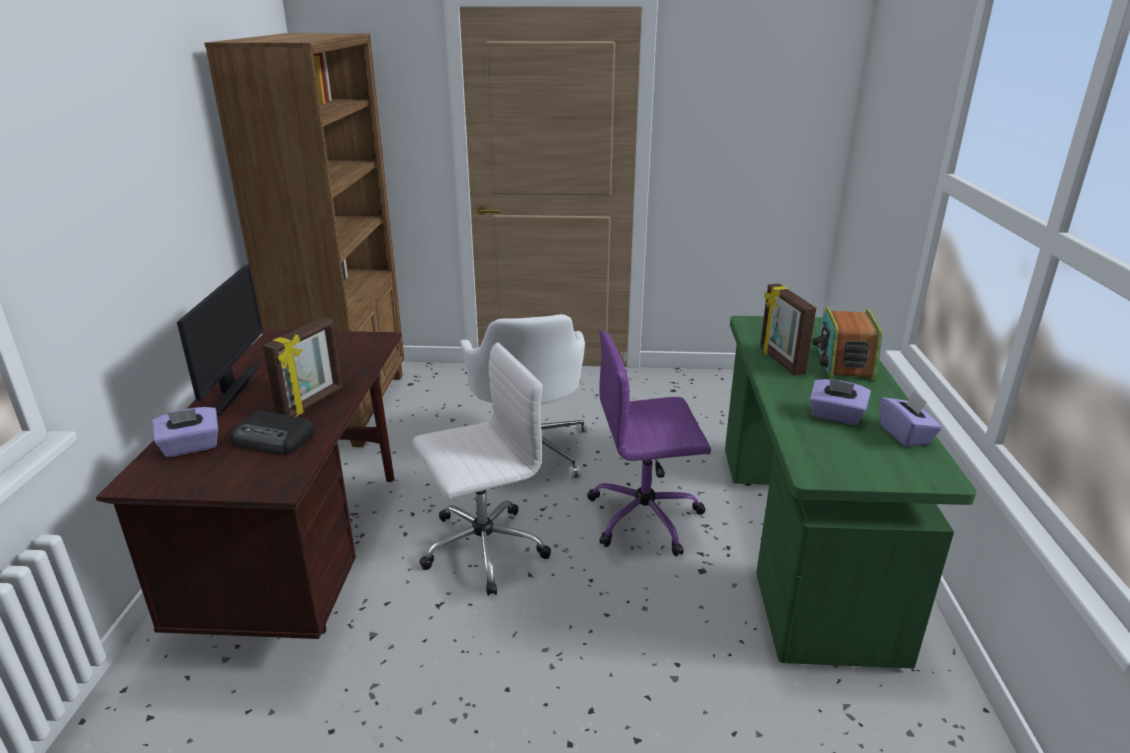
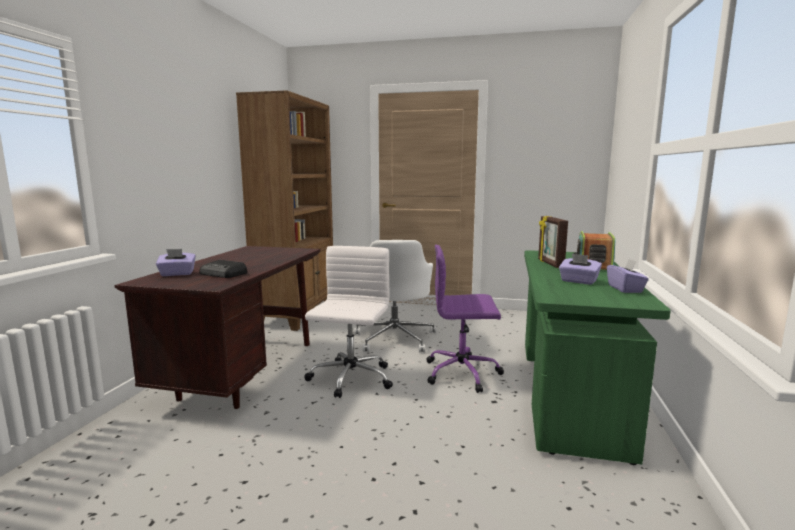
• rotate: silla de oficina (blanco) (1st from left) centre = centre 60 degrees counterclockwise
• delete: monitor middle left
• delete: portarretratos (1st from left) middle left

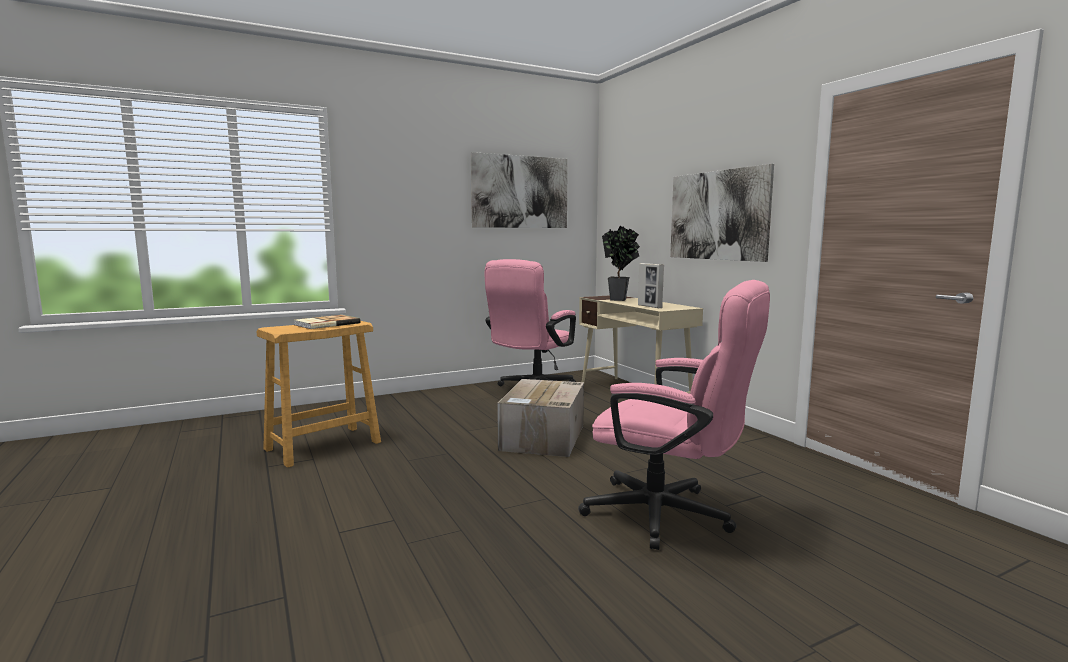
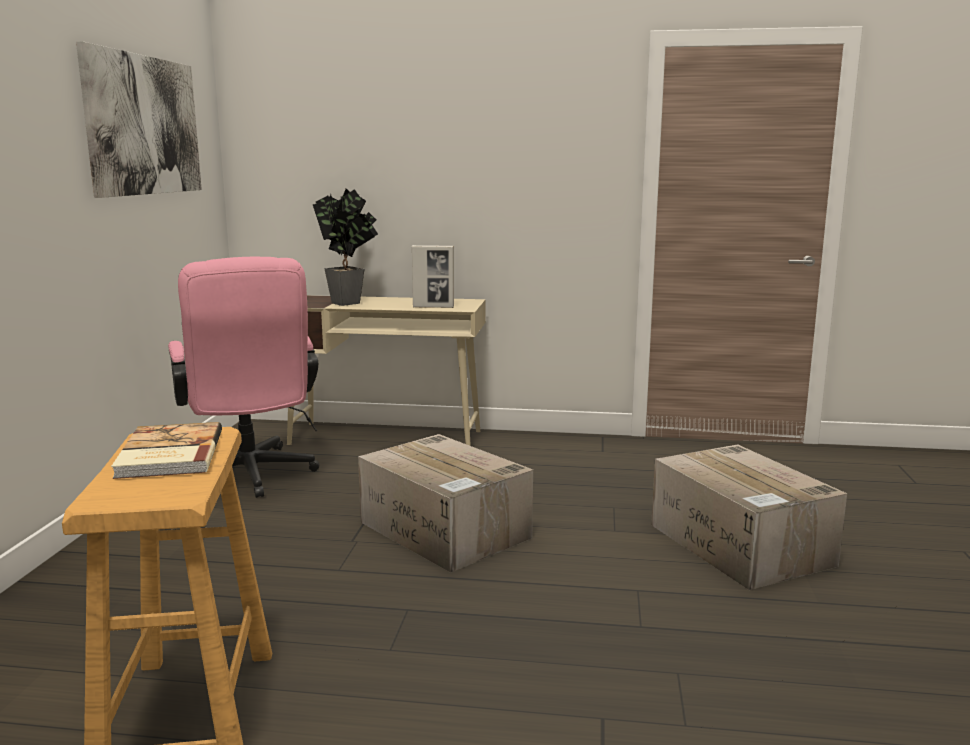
• replace: silla de oficina (rosa) (2nd from left) centre to caja de cartón (2nd from left) bottom right
• delete: cuadro (2nd from left) top right

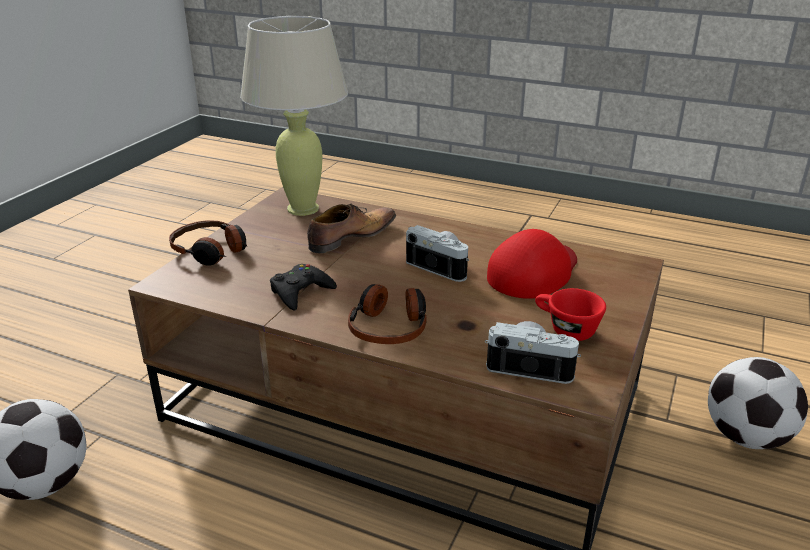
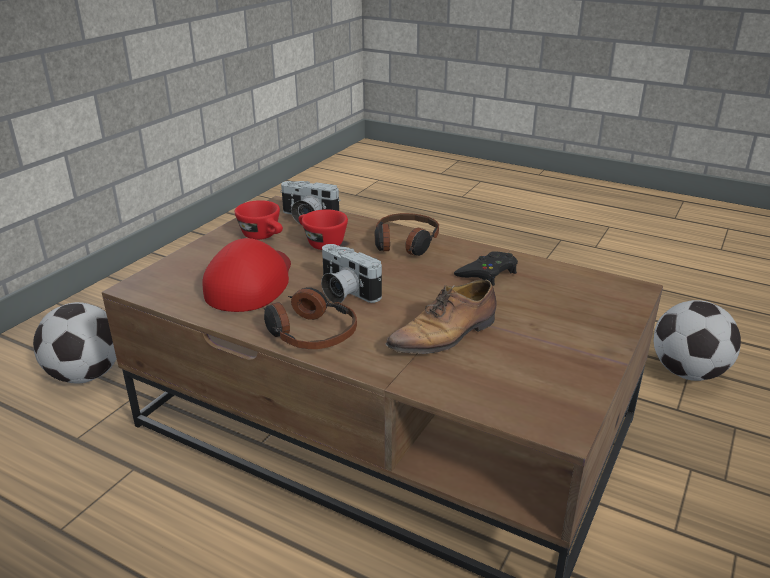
• rotate: gorra (rojo) centre = middle left 150 degrees clockwise
• move: auriculares (1st from left) middle left to centre
• insert: taza (rojo) (2nd from left) centre
• delete: lámpara de mesa (beis) top centre

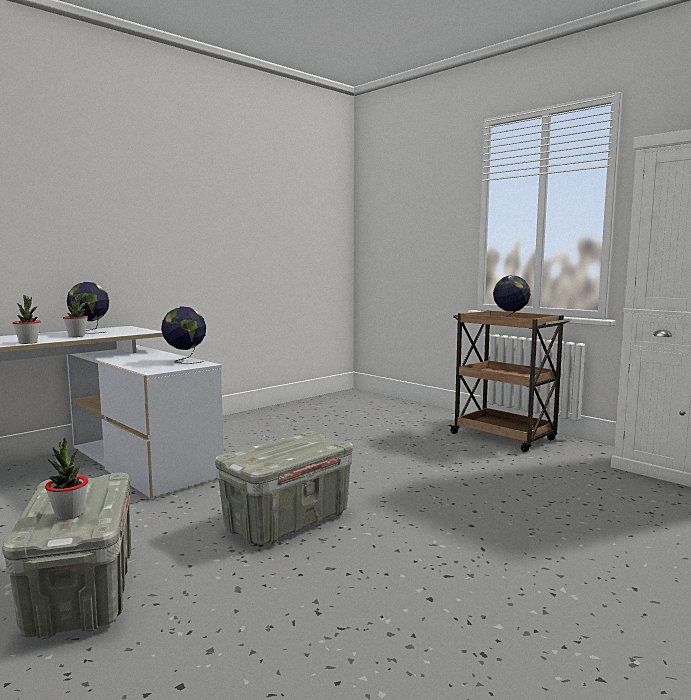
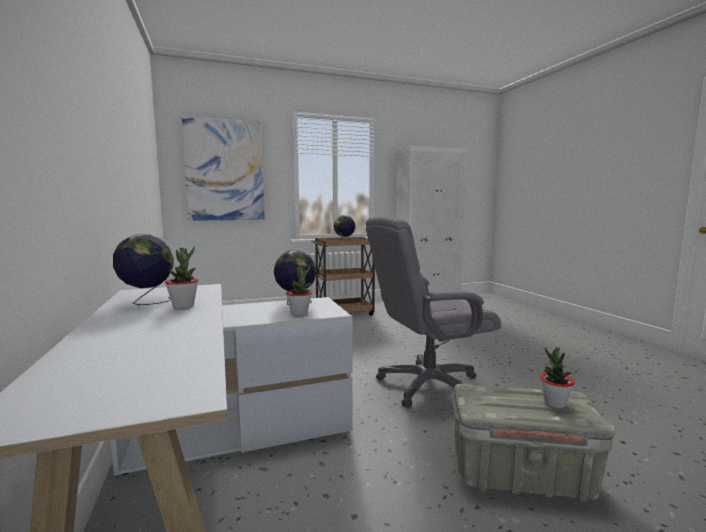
• insert: cuadro top left
• move: planta en maceta (1st from left in the first image) middle left to planta en maceta (2nd from left) centre
• replace: caja de almacenaje (gris) (2nd from left) bottom centre to silla de oficina (gris) centre

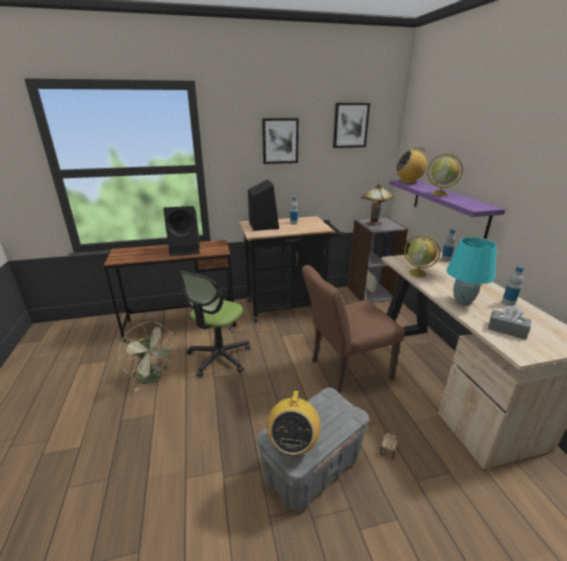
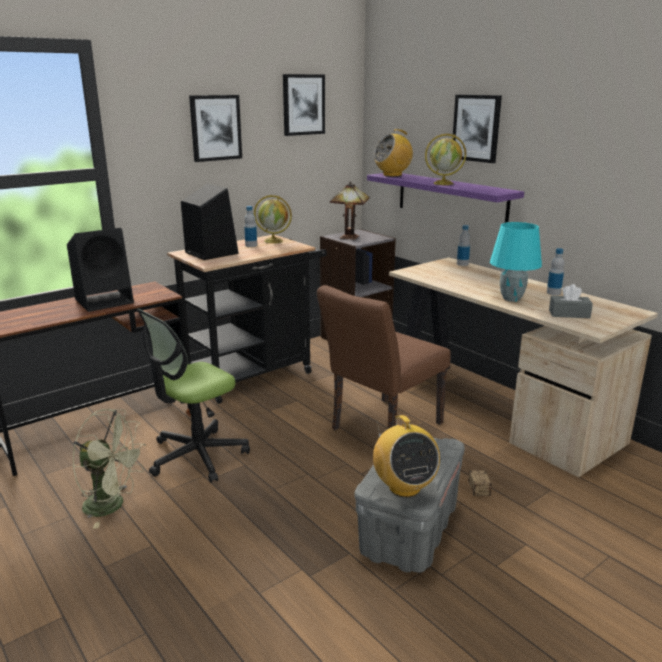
• rotate: silla de oficina centre = middle left 45 degrees clockwise
• move: globo terráqueo (1st from left) middle right to top centre
• insert: cuadro (3rd from left) top right

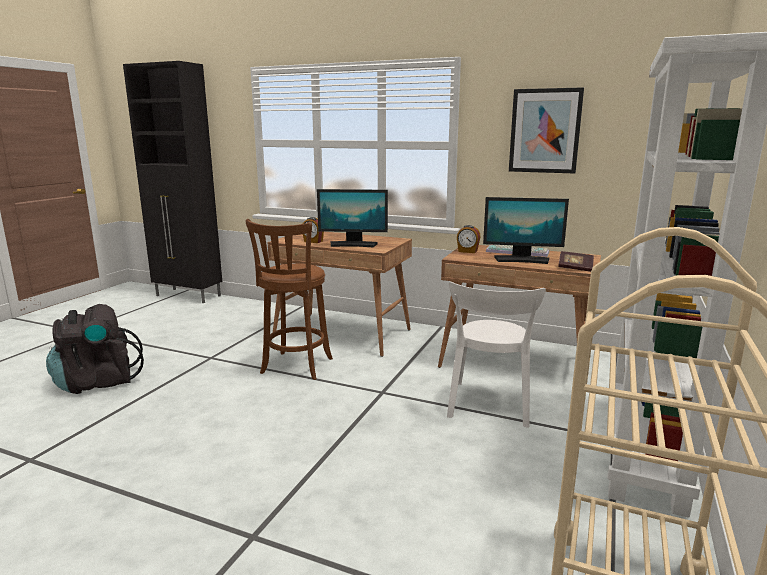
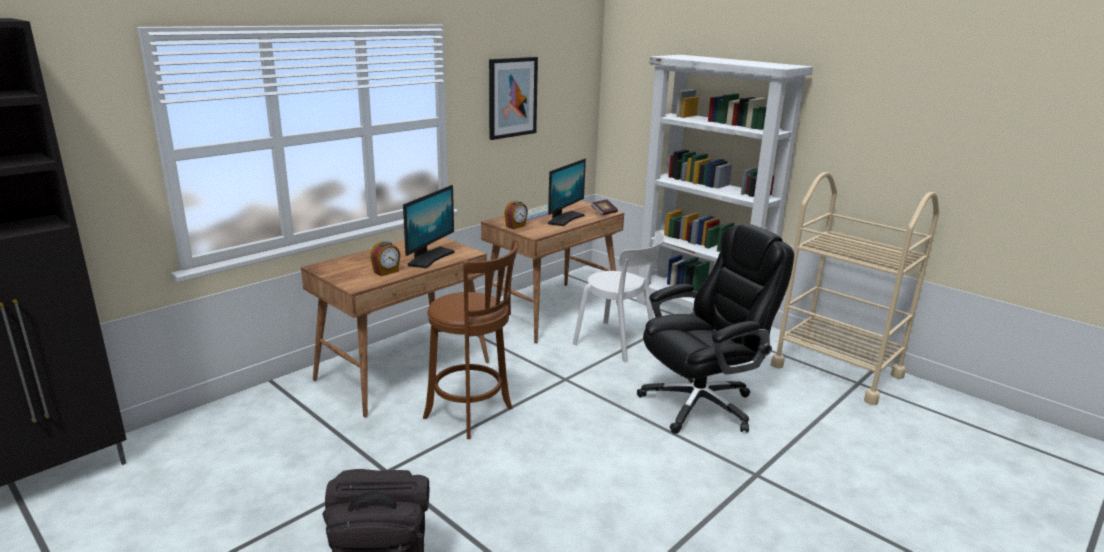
• insert: silla de oficina (negro) centre

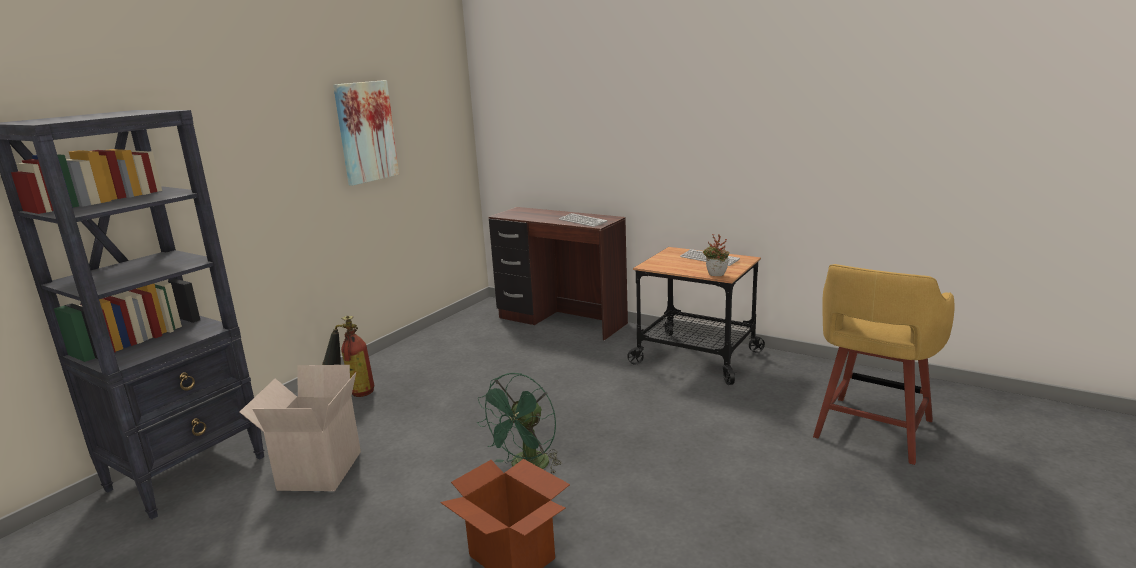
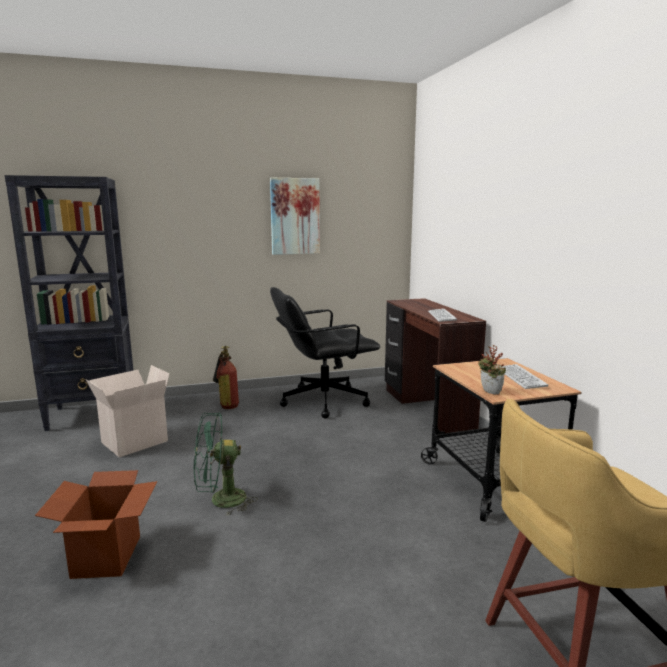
• insert: silla de oficina (negro) centre

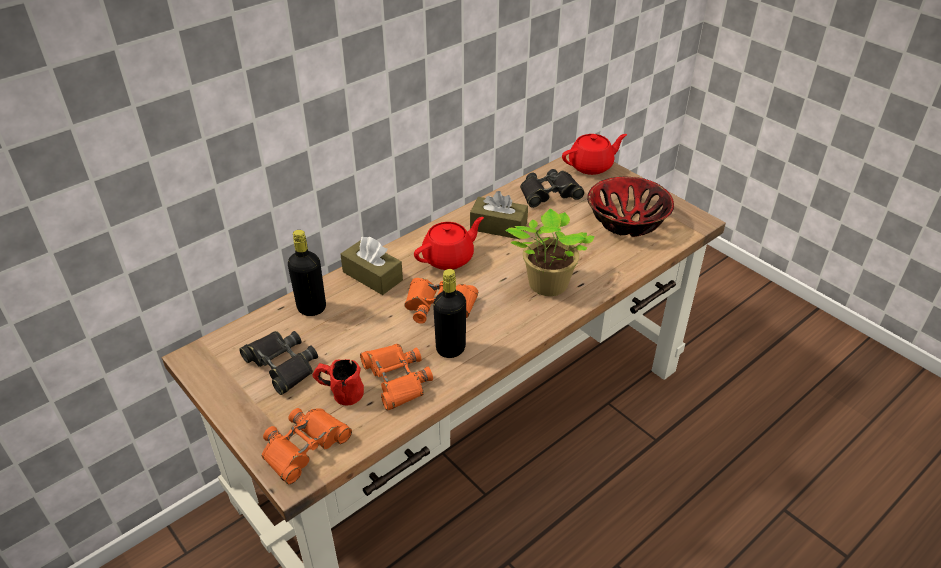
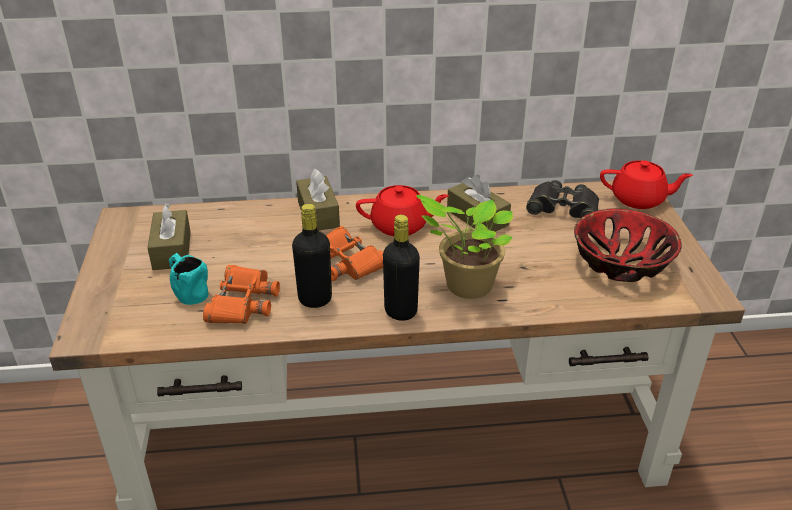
• replace: prismáticos (negro) (1st from left) middle left to caja de pañuelos (marrón) (1st from left) middle left
• recolor: taza grande (rojo) bottom centre to taza grande (turquesa) middle left
• move: botella (negro) (1st from left in the first image) middle left to botella (negro) (2nd from left) centre
• delete: prismáticos (naranja) (1st from left) bottom left

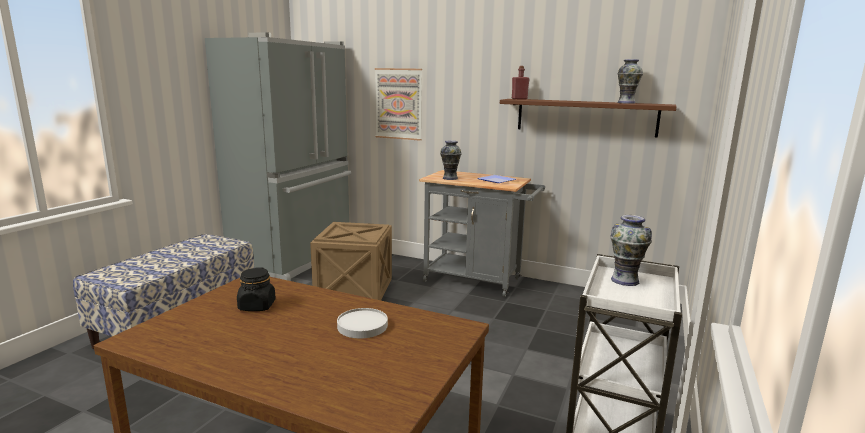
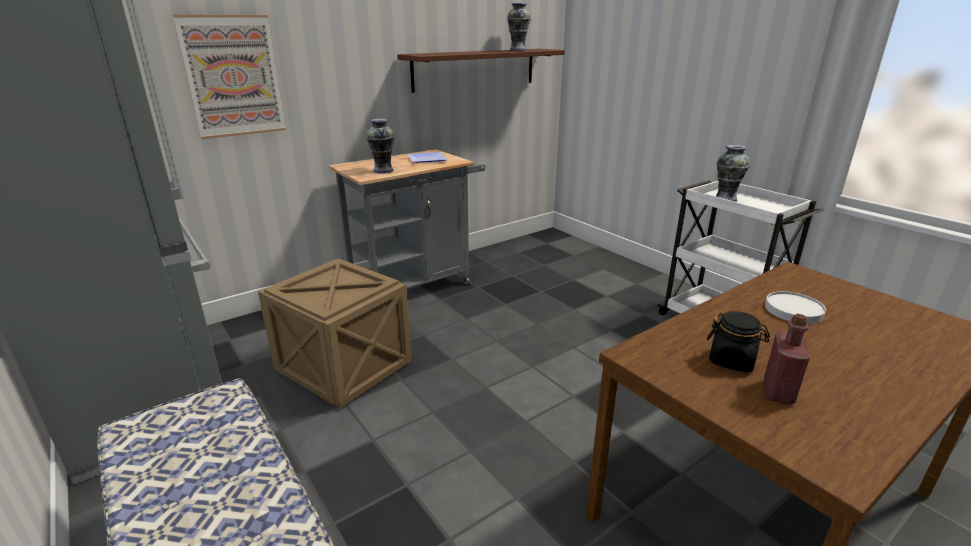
• move: botella (rojo) top centre to middle right

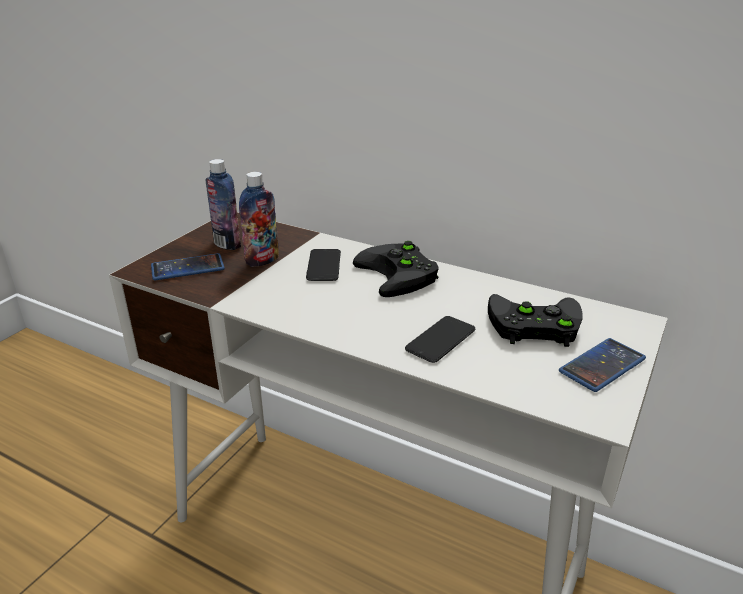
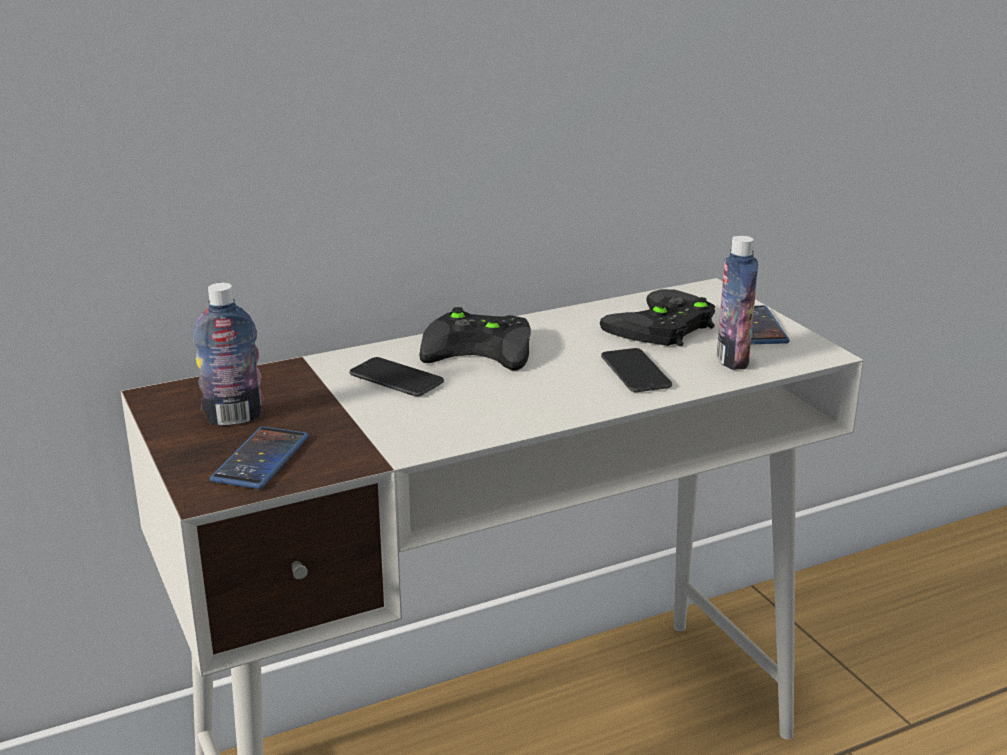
• move: botella (2nd from left) centre to middle right

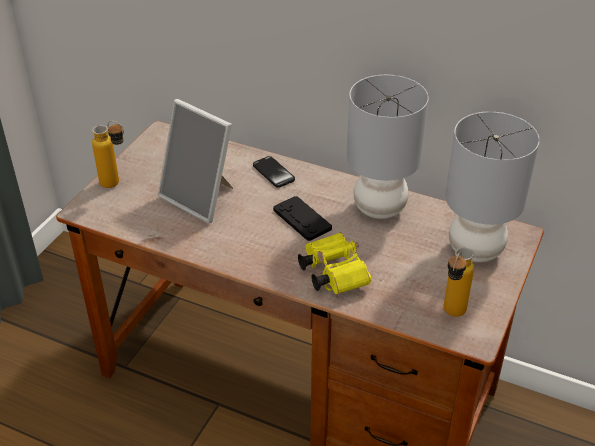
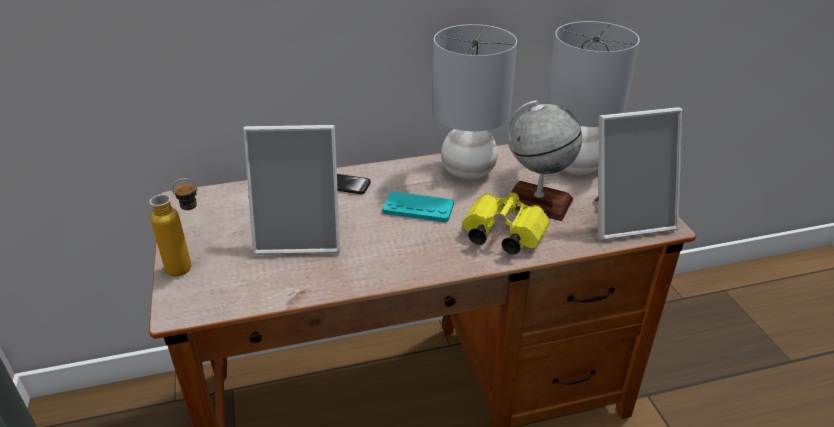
• recolor: mando de consola (negro) centre to mando de consola (turquesa) centre
• insert: globo terráqueo centre
• replace: botella (2nd from left) middle right to portarretratos (2nd from left) middle right

